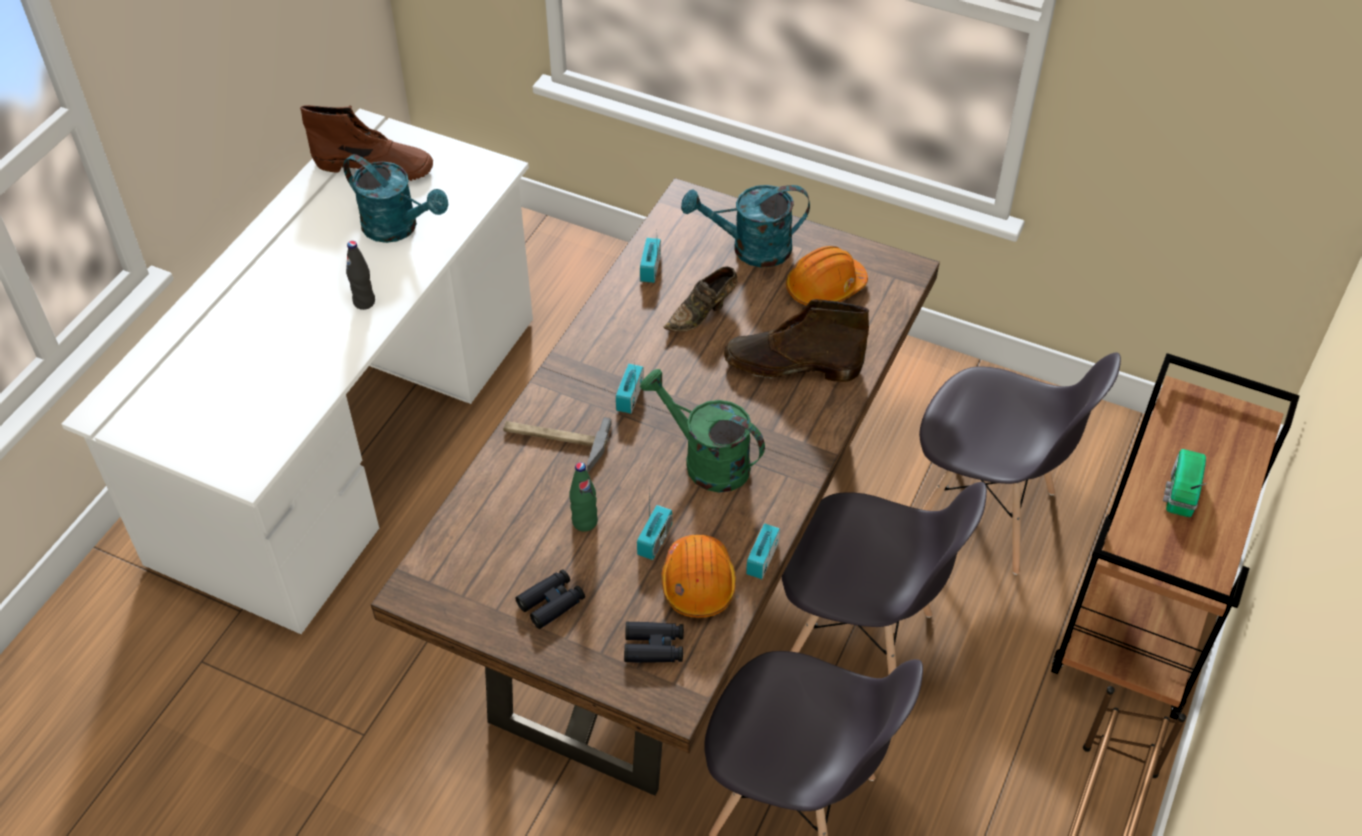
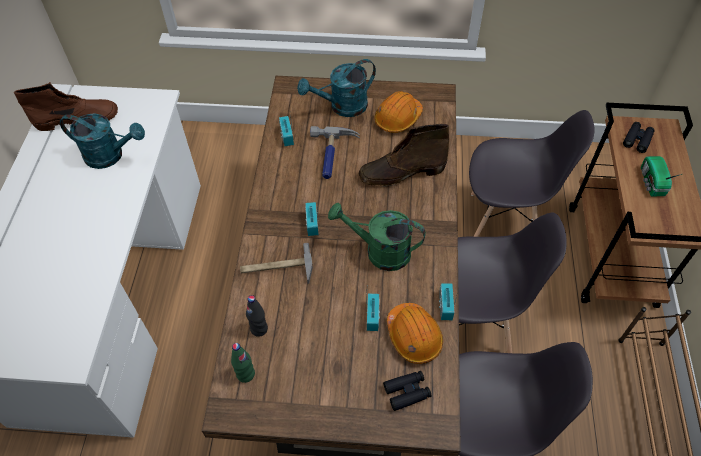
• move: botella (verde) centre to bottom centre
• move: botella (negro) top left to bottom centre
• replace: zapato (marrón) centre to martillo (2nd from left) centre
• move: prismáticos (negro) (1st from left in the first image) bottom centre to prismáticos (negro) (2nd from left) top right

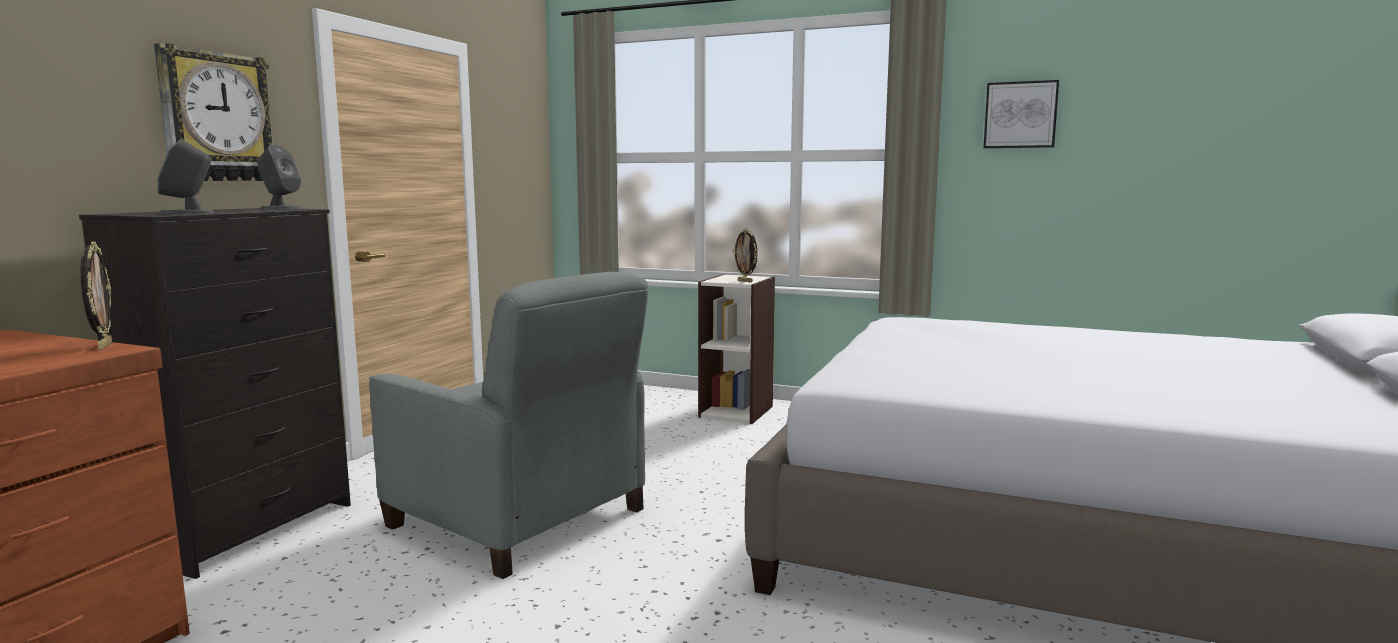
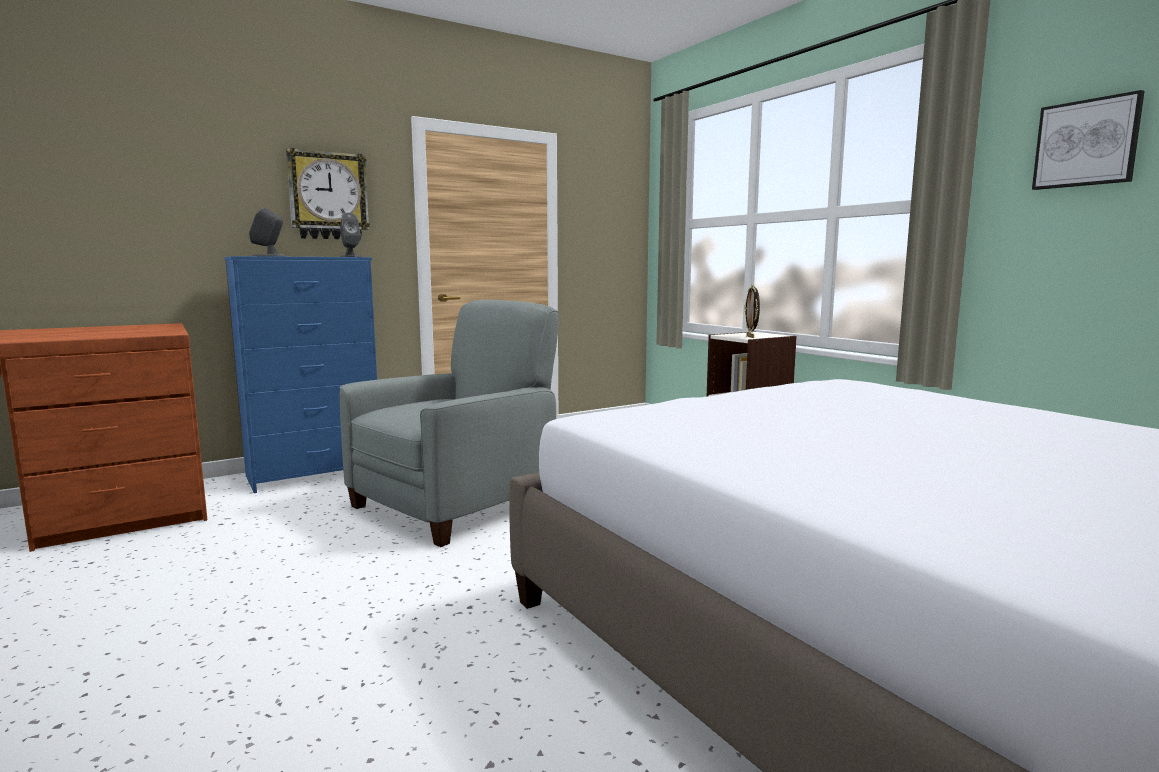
• recolor: cómoda (negro) middle left to cómoda (azul) middle left
• rotate: sillón (gris) centre = centre 120 degrees counterclockwise
• delete: portarretratos (1st from left) middle left

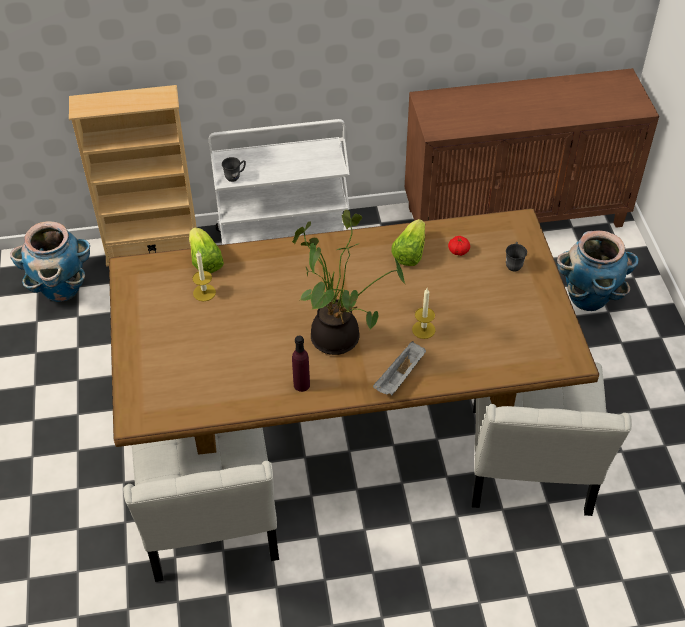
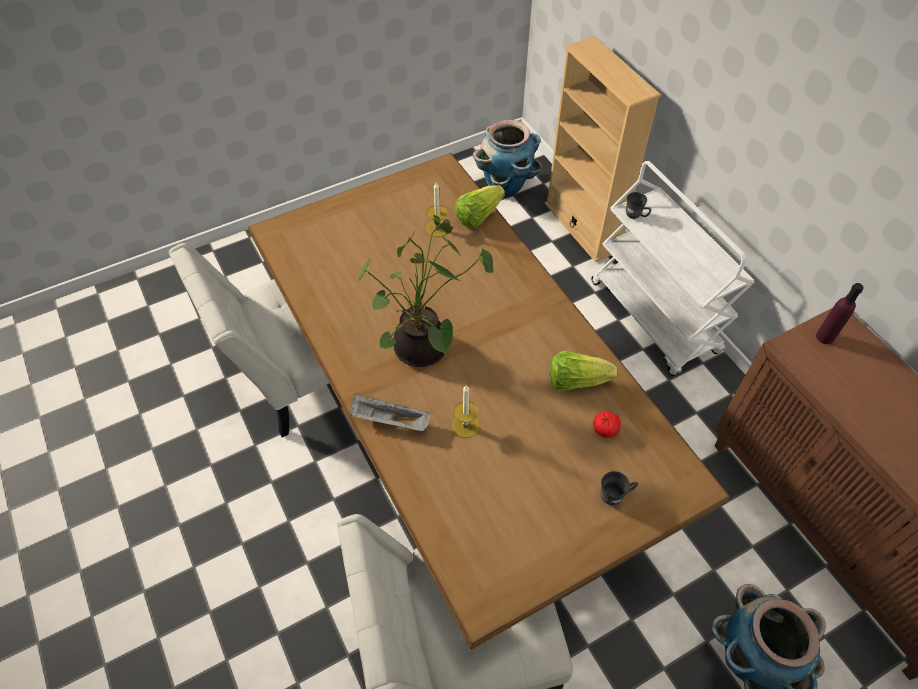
• move: botella (morado) centre to middle right

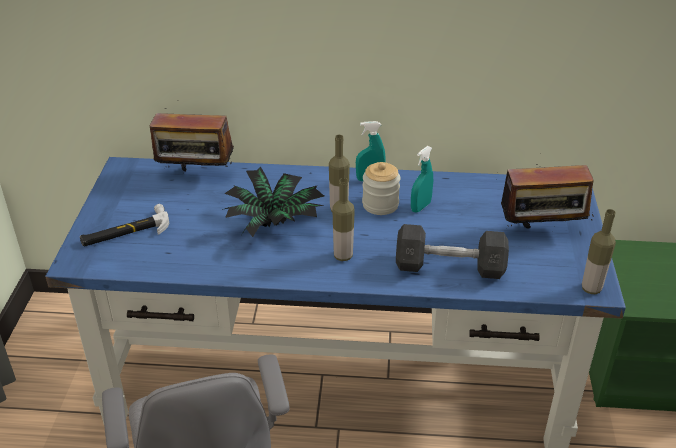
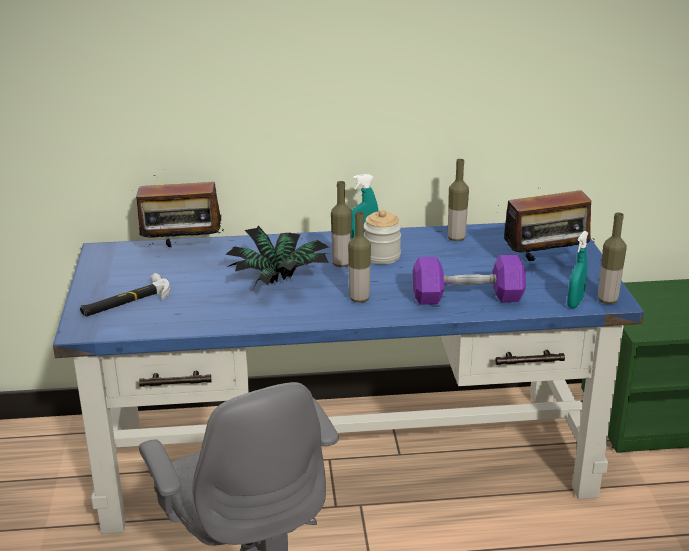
• recolor: mancuerna (gris) middle right to mancuerna (morado) middle right
• insert: botella (3rd from left) centre
• move: pulverizador (turquesa) (2nd from left) centre to middle right

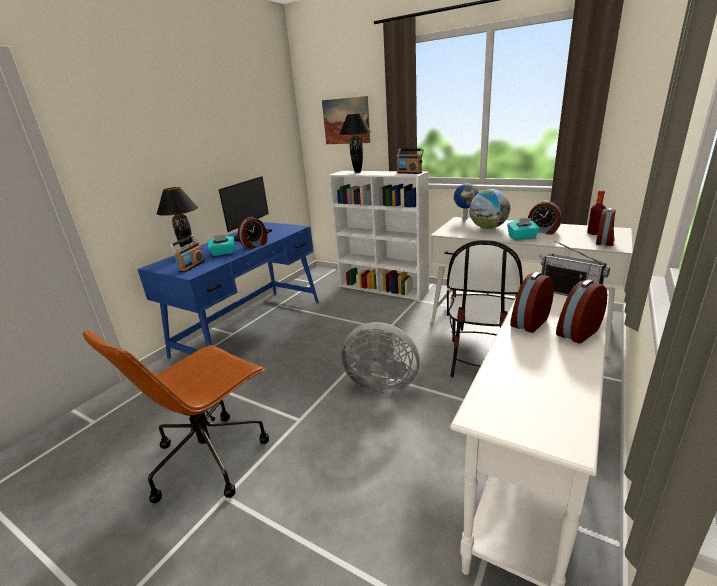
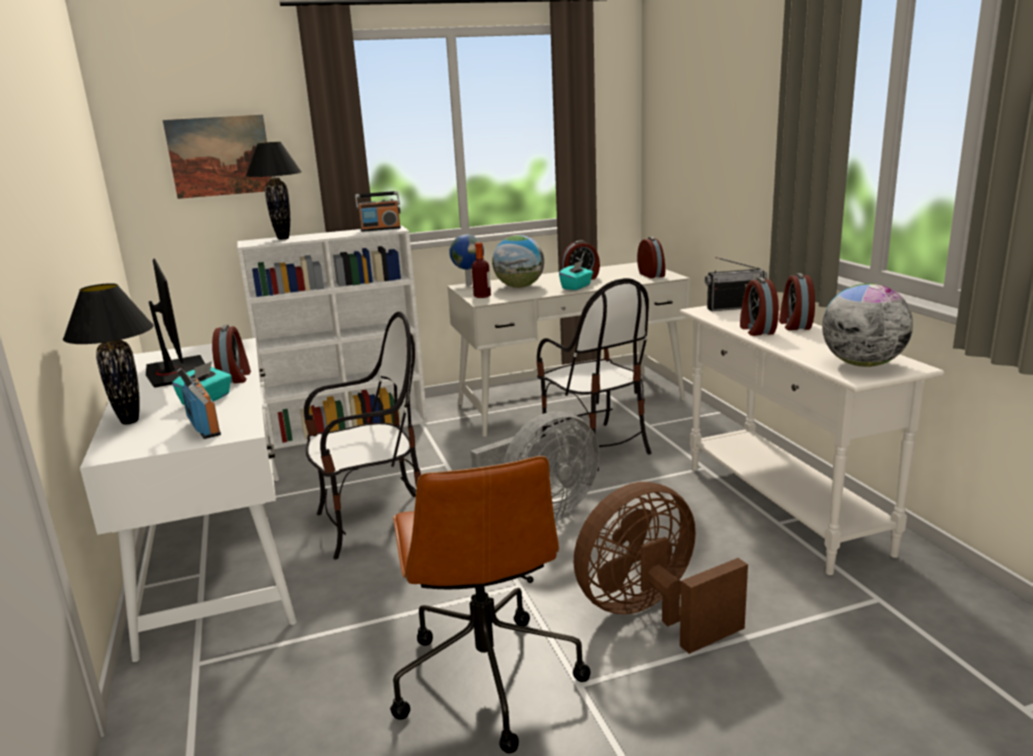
• recolor: escritorio (azul) middle left to escritorio (blanco) (1st from left) middle left
• insert: silla (1st from left) centre
• move: botella middle right to centre
• insert: ventilador (marrón) bottom centre
• insert: globo terráqueo (3rd from left) middle right

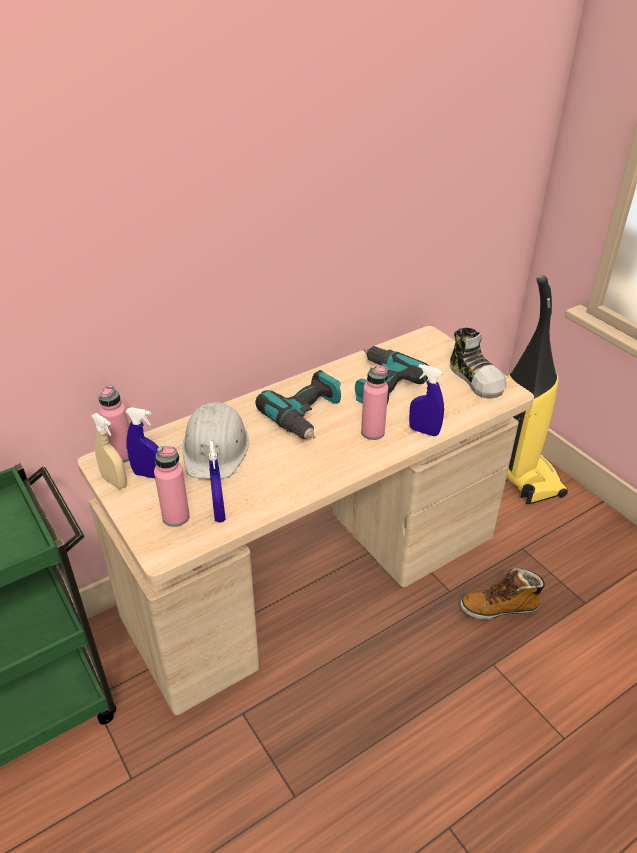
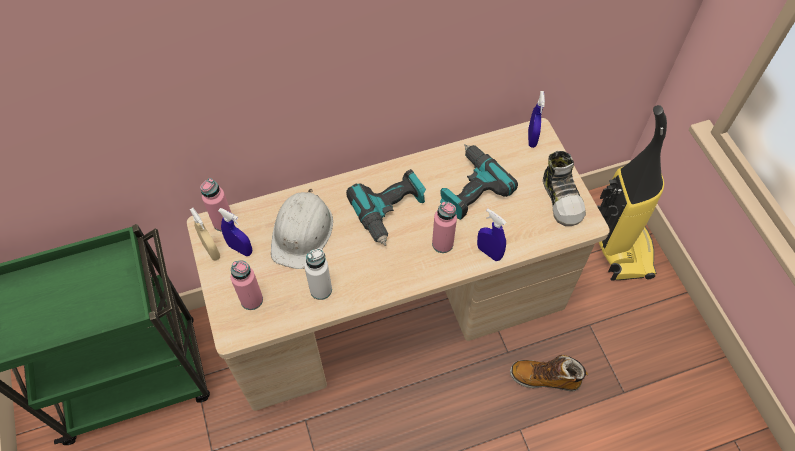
• insert: botella (blanco) centre
• move: pulverizador (azul) (2nd from left in the first image) centre to pulverizador (azul) (3rd from left) top right

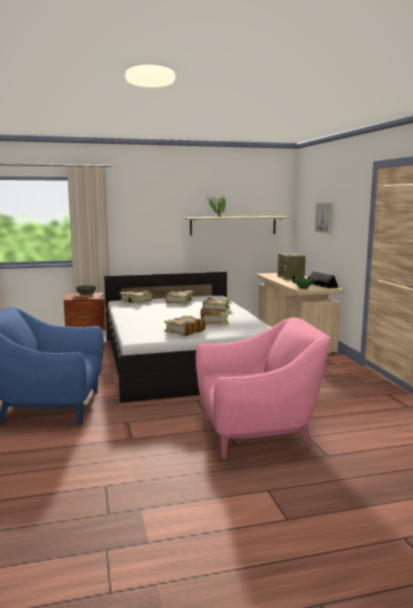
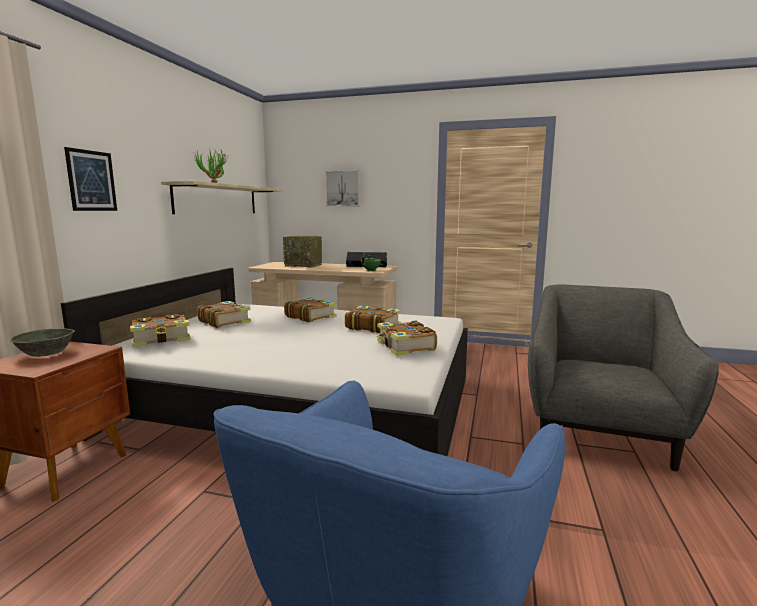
• insert: cuadro (1st from left) top left
• recolor: sillón (rosa) centre to sillón (gris) middle right

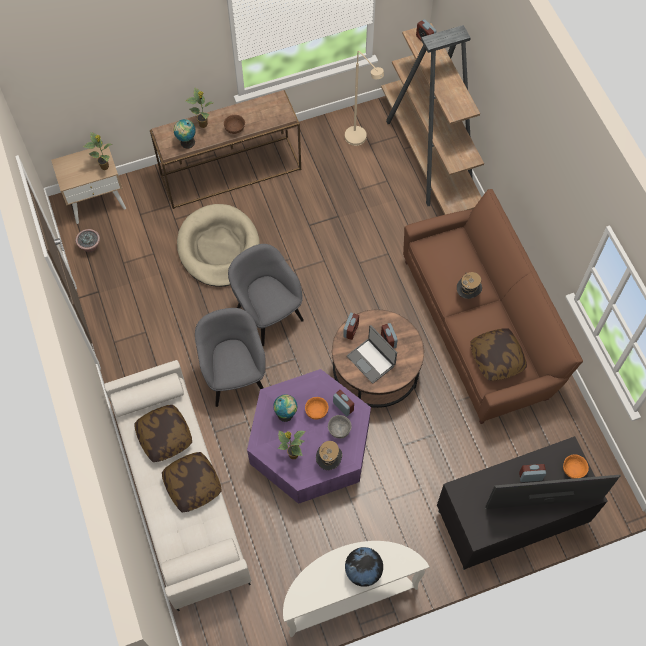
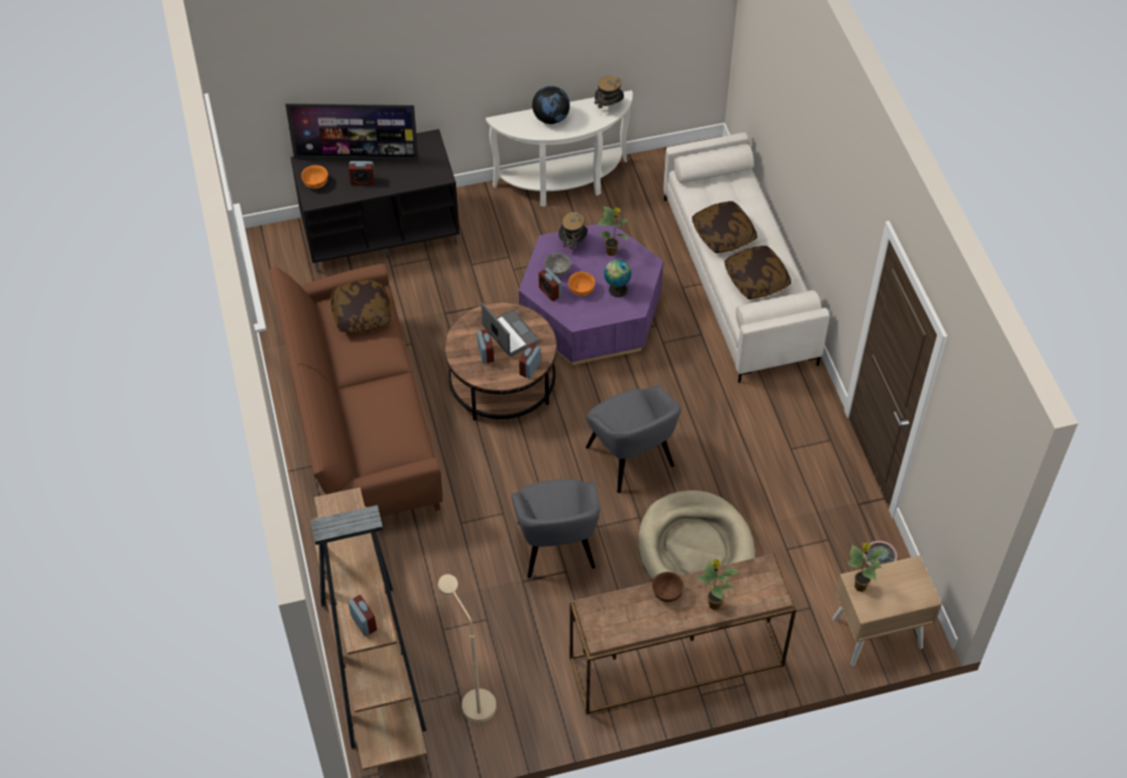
• move: sillón (gris) (1st from left) centre to bottom centre
• move: sombrero (2nd from left) middle right to top centre
• delete: globo terráqueo (1st from left) top left

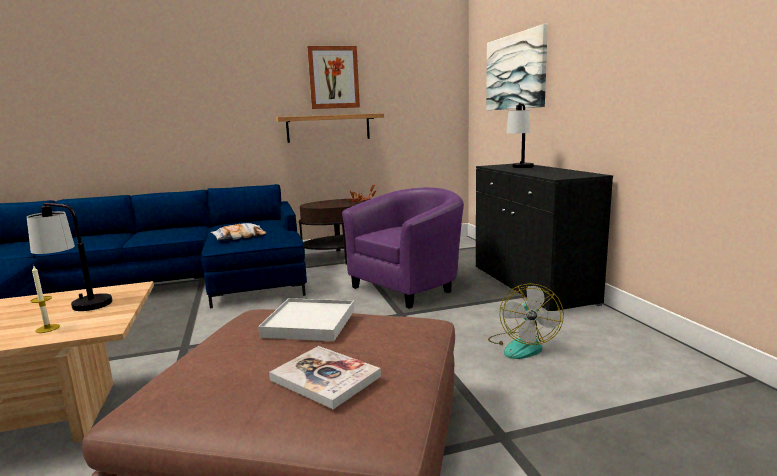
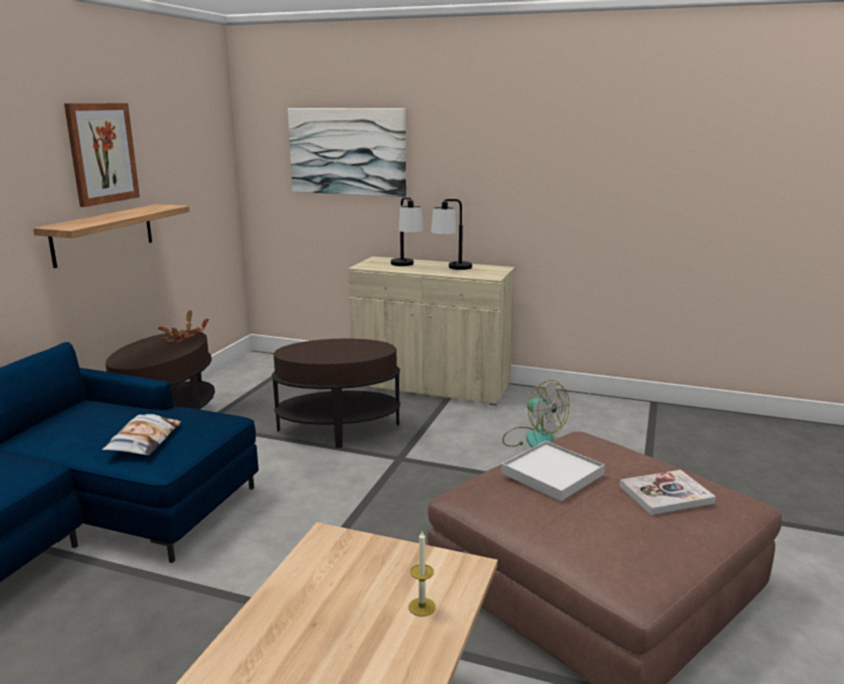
• replace: sillón (morado) centre to mesa auxiliar (marrón) (2nd from left) centre
• recolor: armario (negro) middle right to armario (beis) centre
• move: lámpara de mesa (1st from left in the first image) middle left to lámpara de mesa (2nd from left) centre

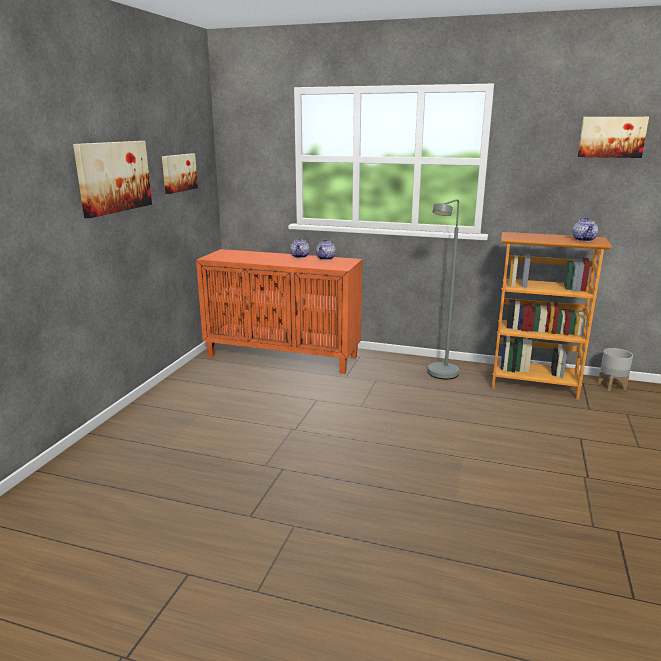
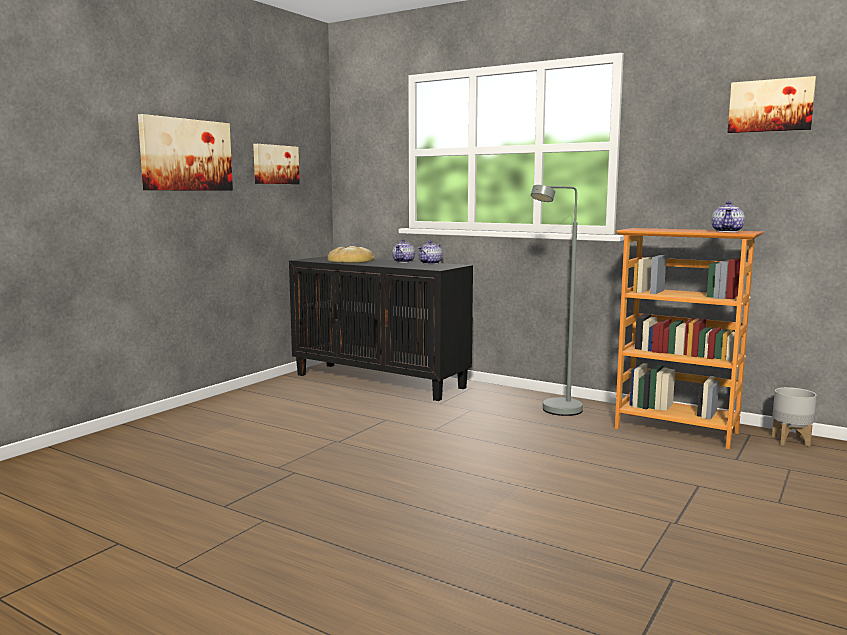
• recolor: armario (naranja) centre to armario (negro) centre
• insert: pan centre

